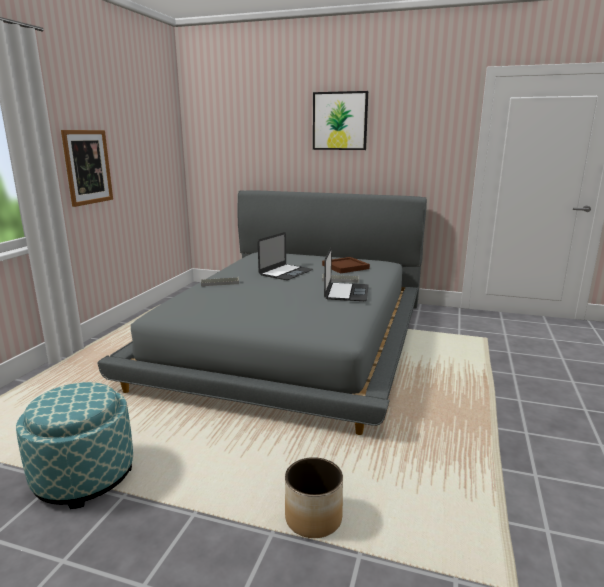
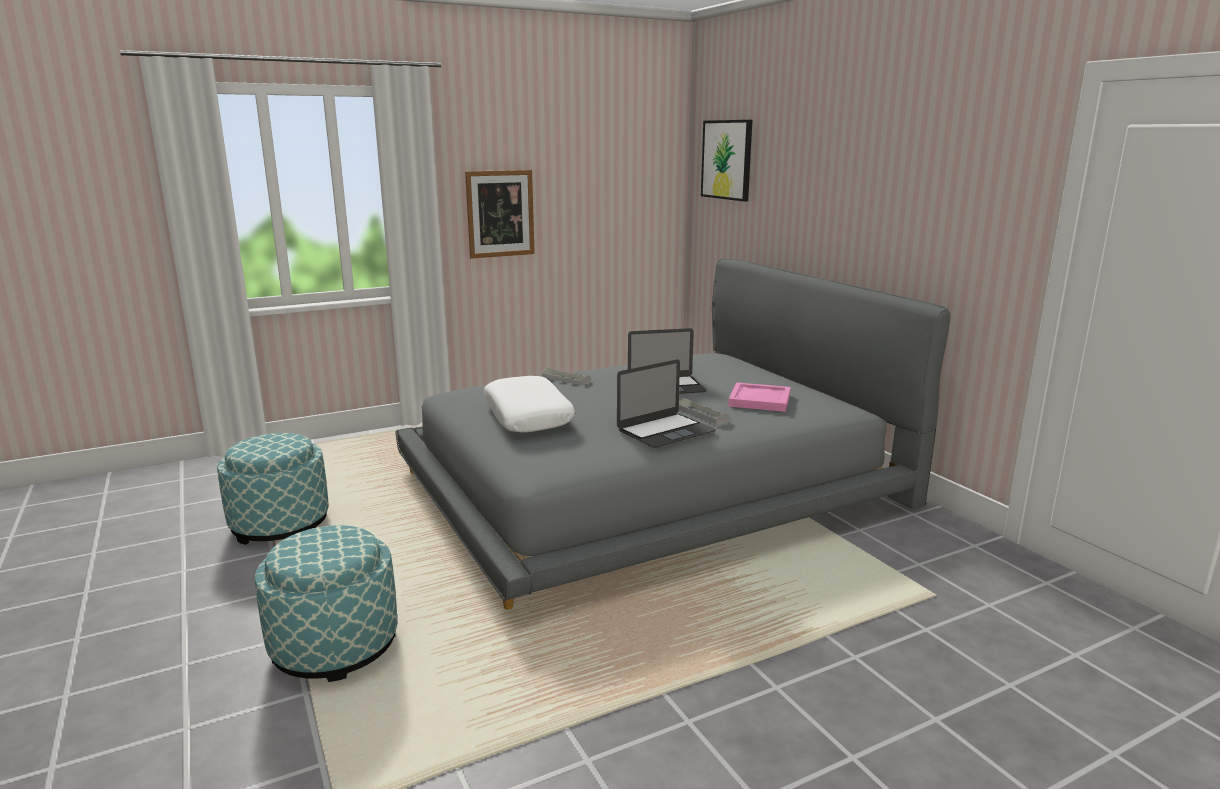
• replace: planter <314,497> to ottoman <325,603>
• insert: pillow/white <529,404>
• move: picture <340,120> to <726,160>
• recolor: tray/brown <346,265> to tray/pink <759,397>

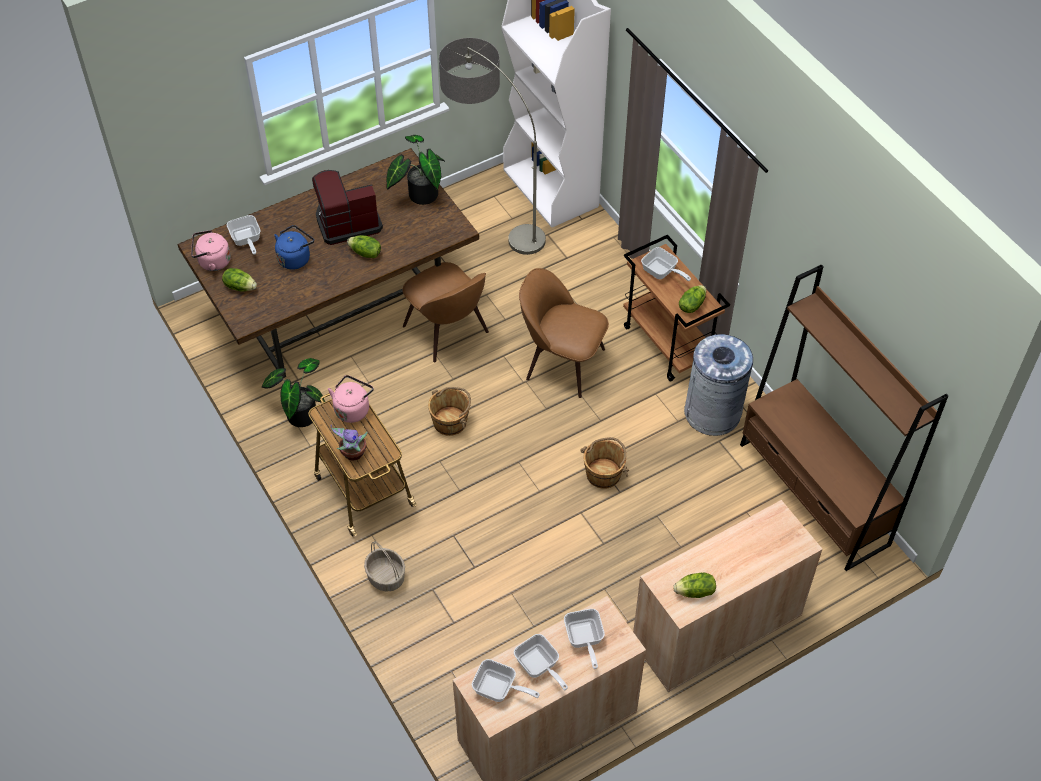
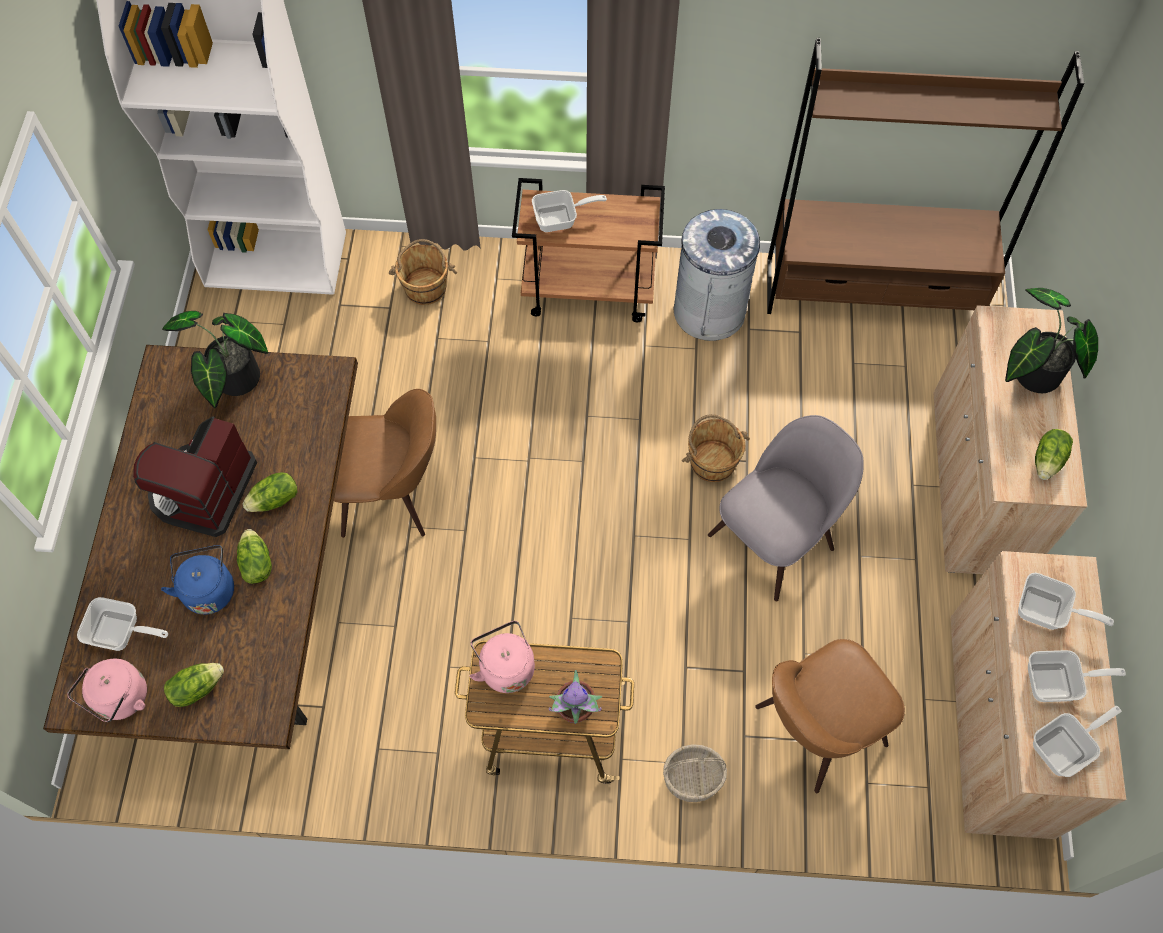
• move: lettuce <692,299> to <254,556>
• move: bucket/brown <449,411> to <423,272>
• insert: chair/grey <786,508>
• move: chair/brown <564,333> to <830,716>
• move: potted plant <293,392> to <1051,340>
• delete: floor lamp <492,146>

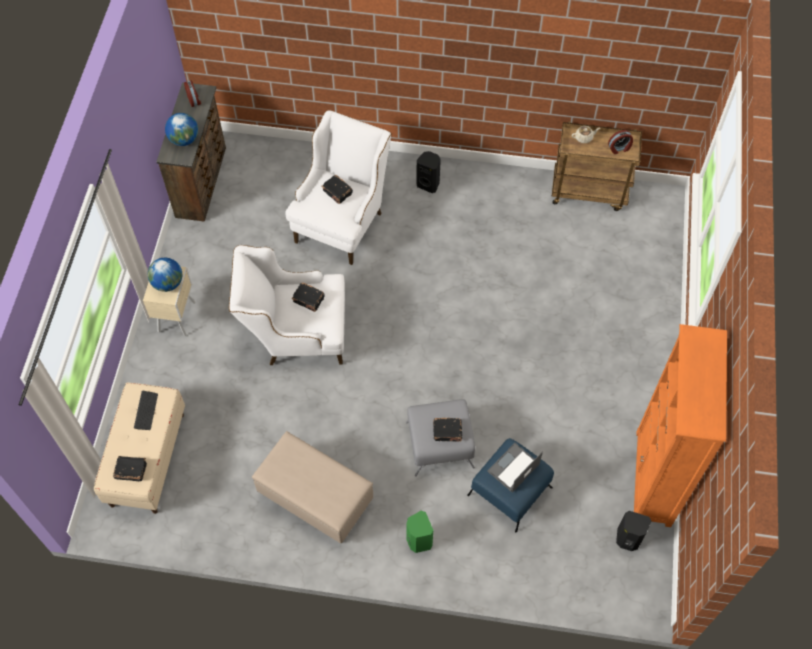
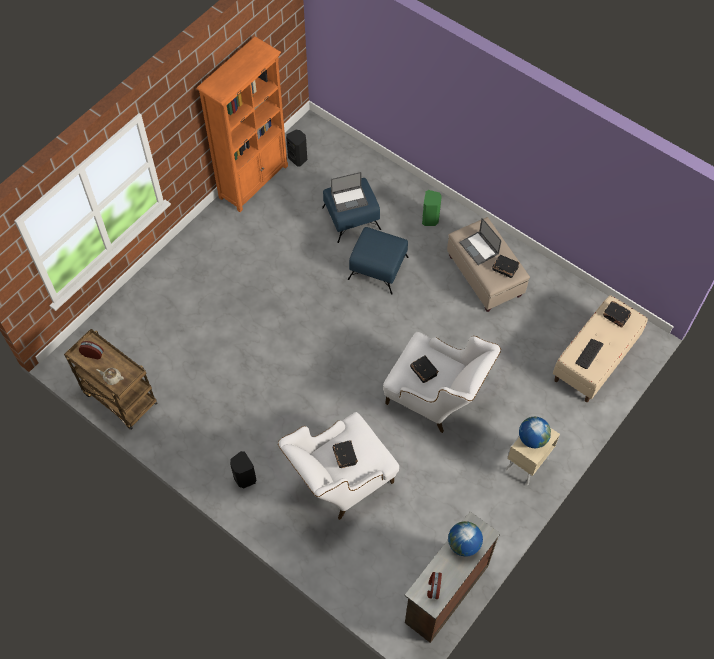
• recolor: ottoman/grey <440,438> to ottoman/blue <378,260>
• insert: laptop <480,241>
• move: book/black <448,429> to <505,266>

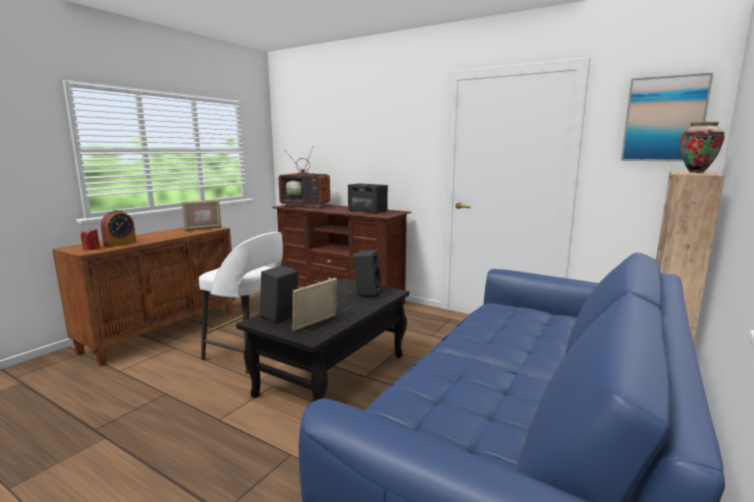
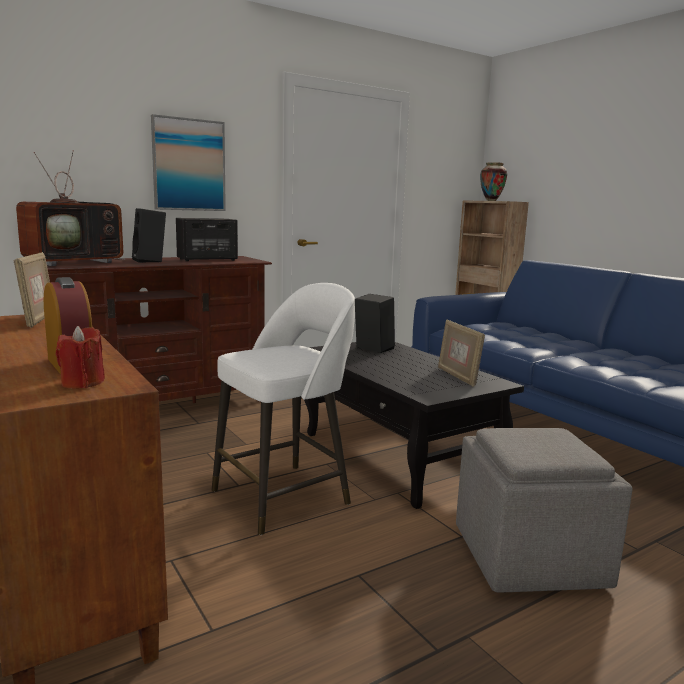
• move: speaker/black <279,294> to <149,235>
• move: picture <667,117> to <188,162>
• insert: ottoman/grey <544,510>

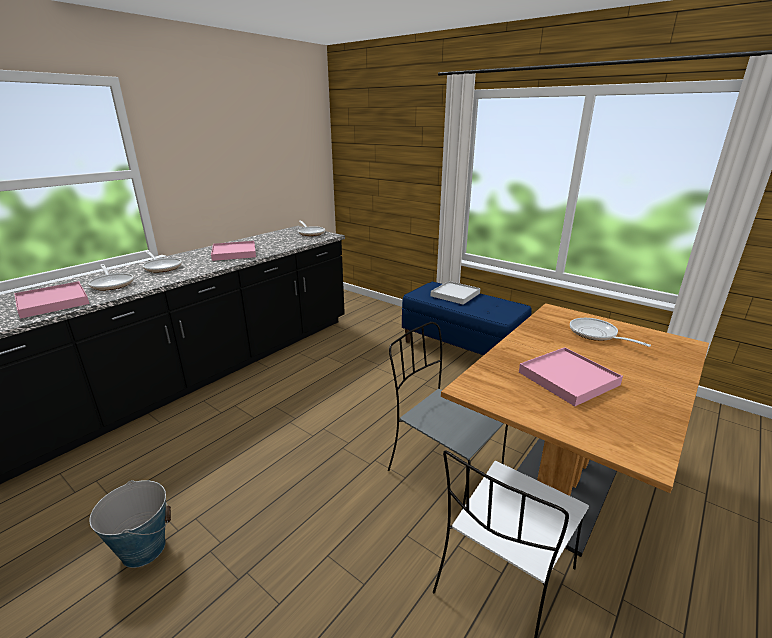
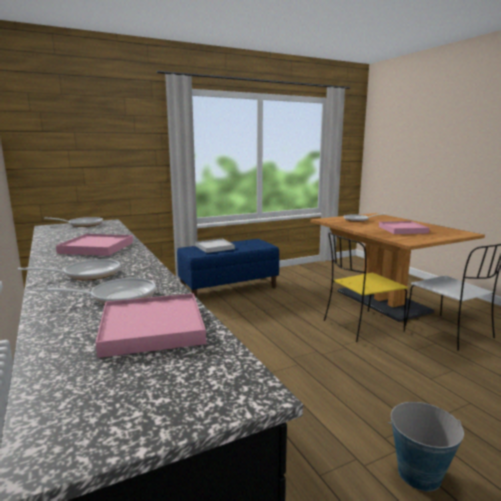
• recolor: chair/grey <448,415> to chair/yellow <366,287>

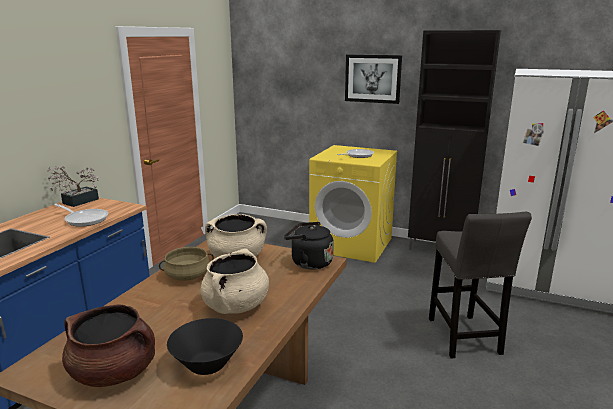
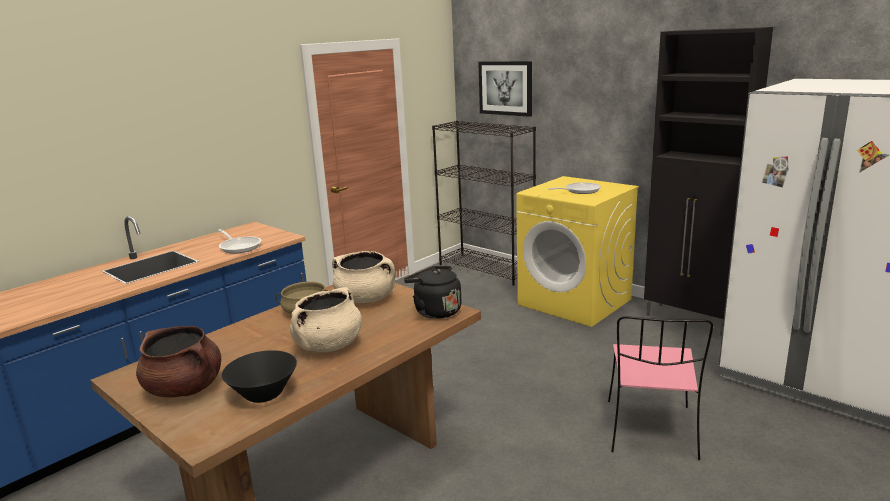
• insert: bookcase/black <484,203>
• move: picture <373,79> to <505,89>
• replace: stool/grey <480,285> to chair/pink <660,388>
• delete: potted plant <73,186>

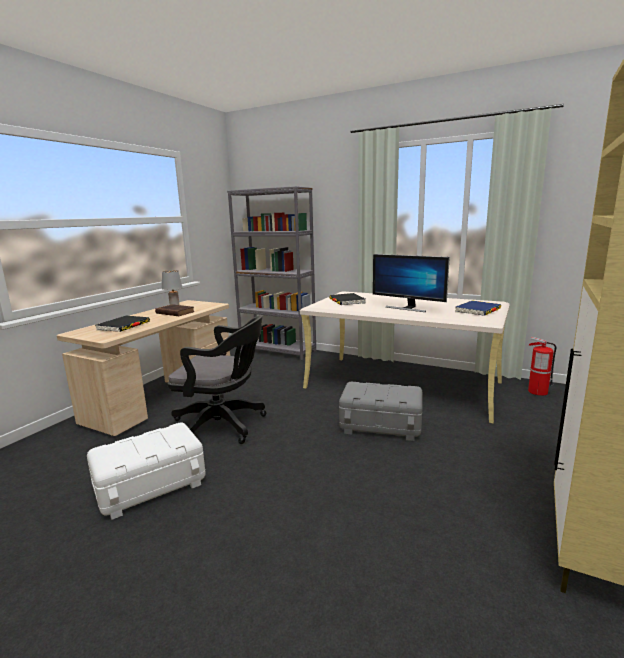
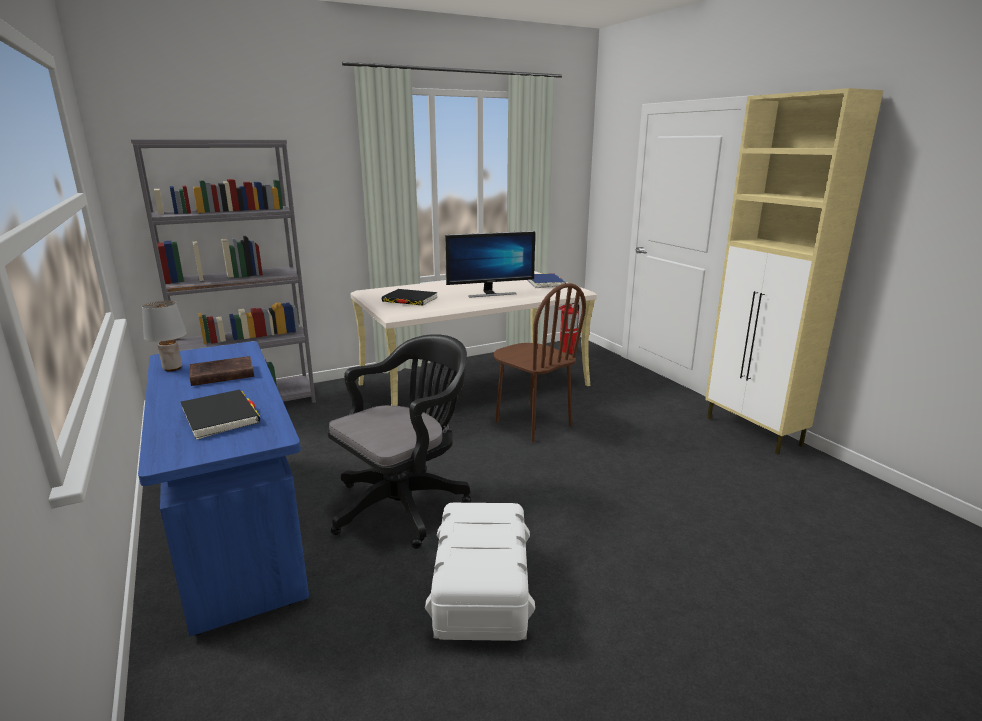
• recolor: desk/beige <143,368> to desk/blue <223,489>
• replace: storage box/grey <381,411> to chair/brown <540,363>

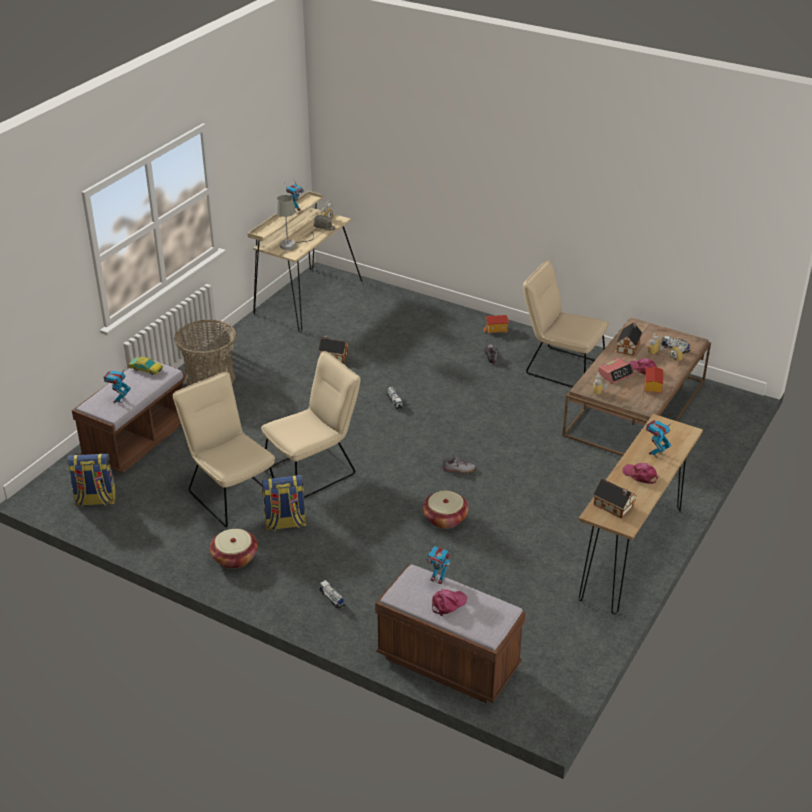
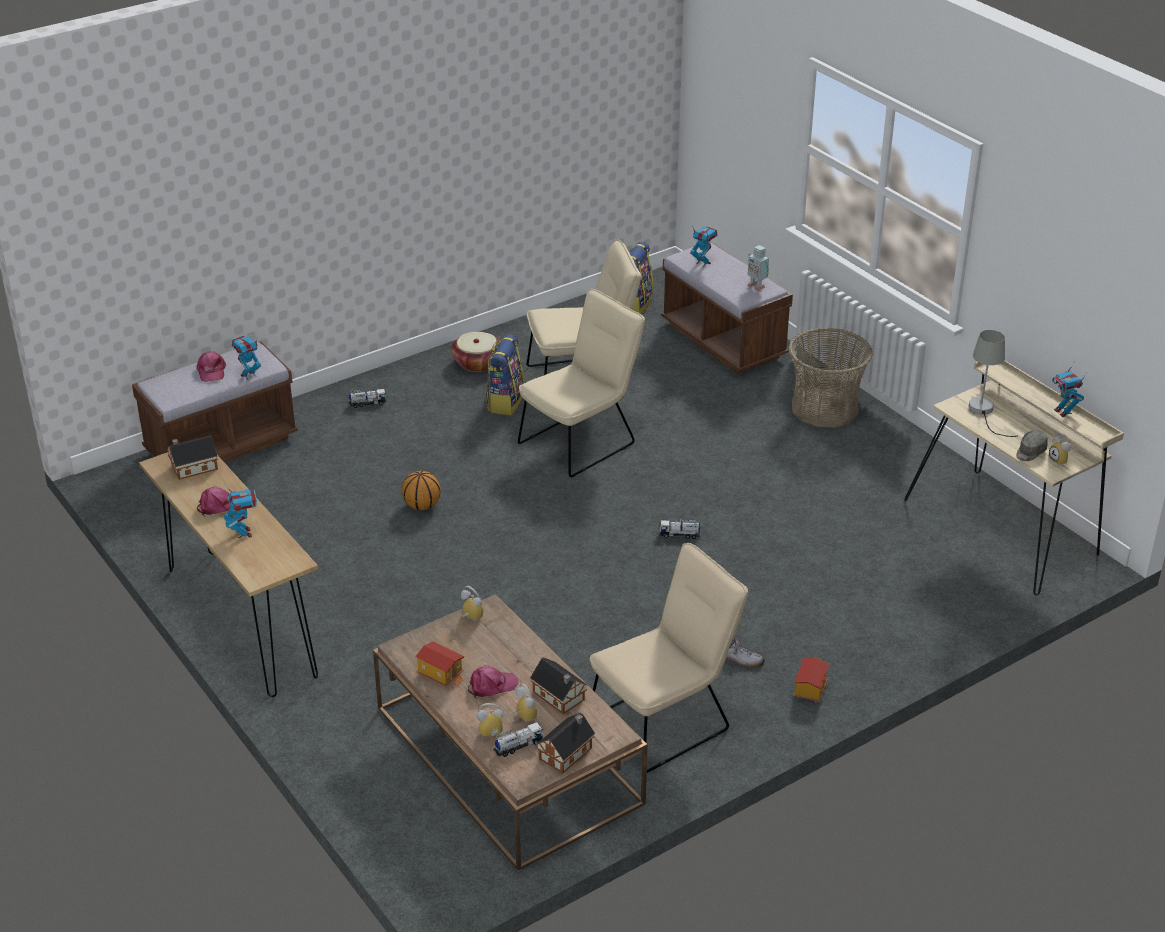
• replace: basket <446,510> to basketball <421,490>
• rotate: chair/beige <311,424> = <581,383> 120 degrees counterclockwise
• move: toy house <333,349> to <565,743>
• replace: toy car <145,366> to toy robot <758,268>
• delete: shoe <459,464>
• delete: alarm clock <616,371>

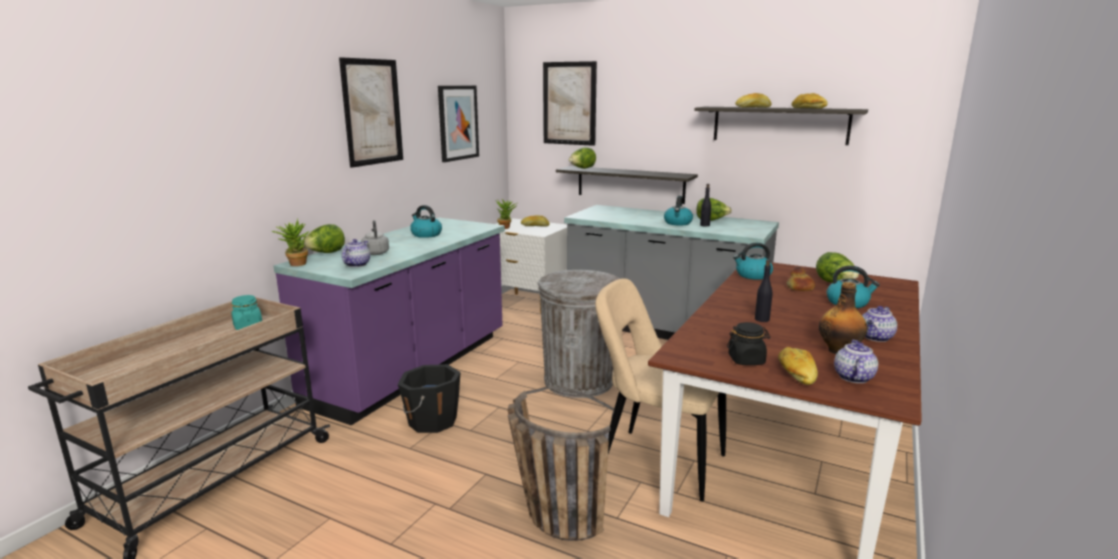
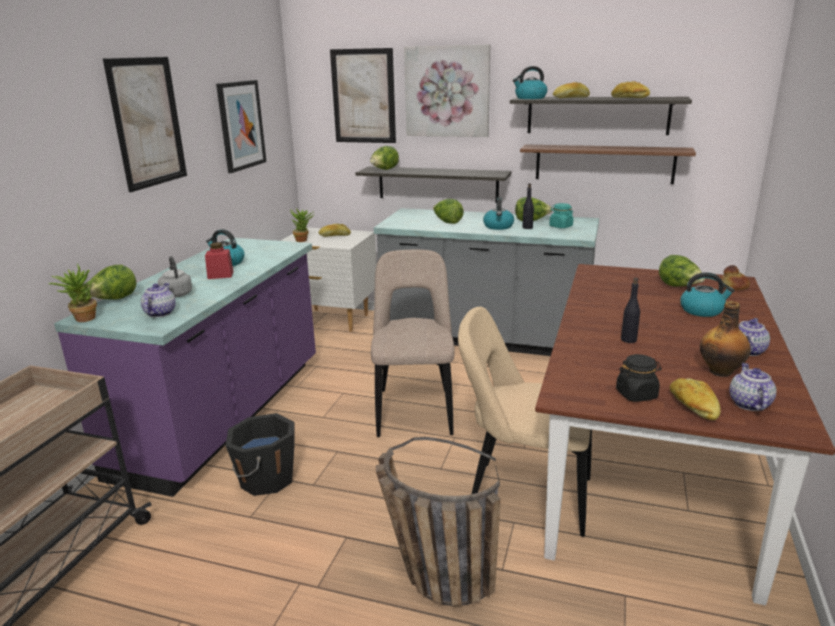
• insert: jar/red <219,260>
• replace: trash can/grey <578,334> to chair/beige <413,343>
• insert: picture <447,90>
• insert: lettuce <448,211>
• move: kettle <753,261> to <530,82>
• insert: shelf/brown <608,164>
• move: jar/turquoise <246,312> to <561,215>
• move: bread <801,279> to <735,277>

